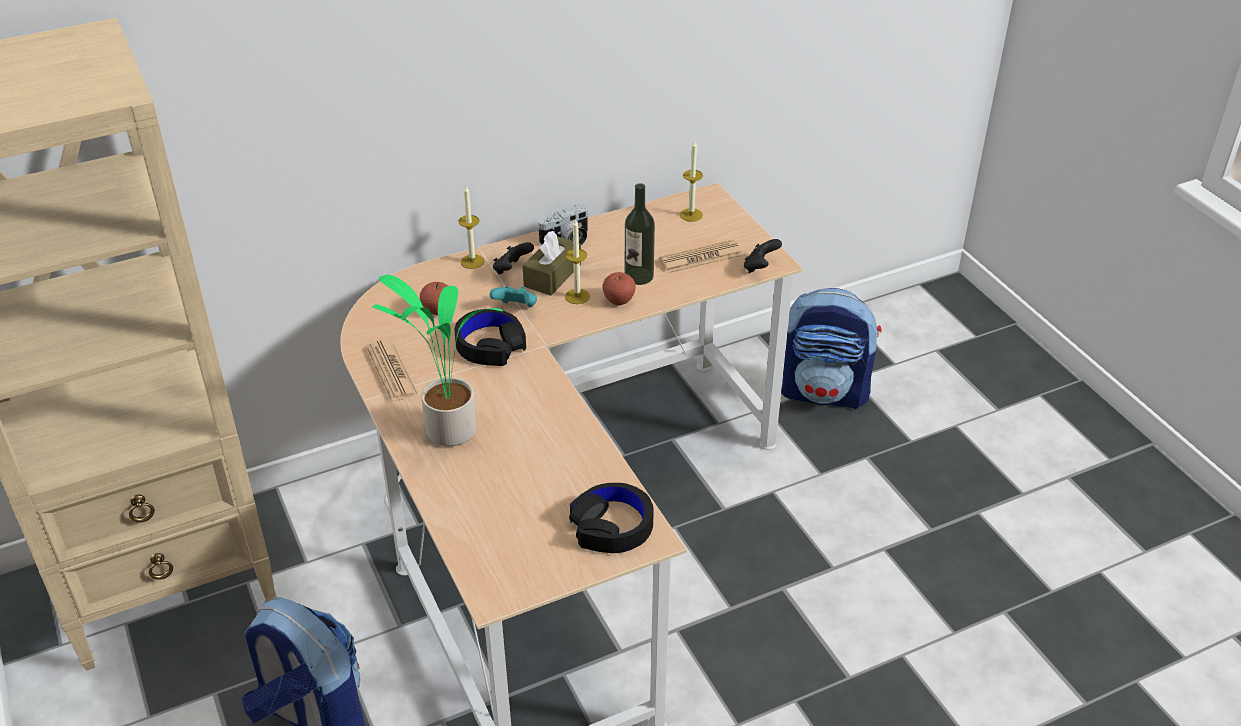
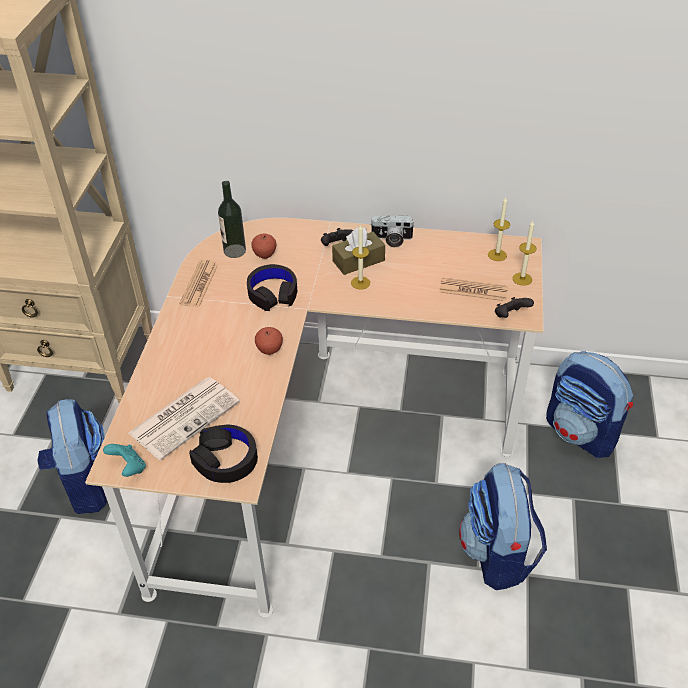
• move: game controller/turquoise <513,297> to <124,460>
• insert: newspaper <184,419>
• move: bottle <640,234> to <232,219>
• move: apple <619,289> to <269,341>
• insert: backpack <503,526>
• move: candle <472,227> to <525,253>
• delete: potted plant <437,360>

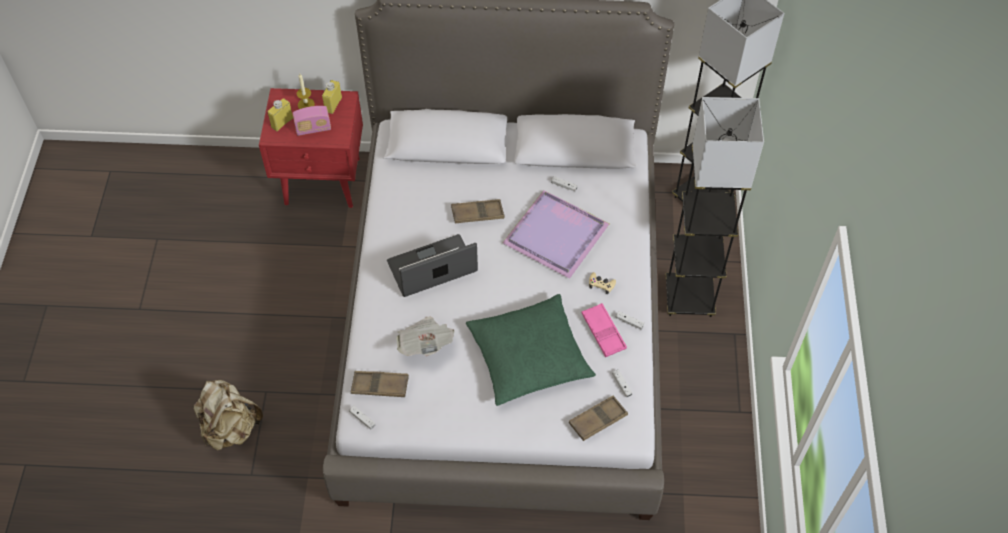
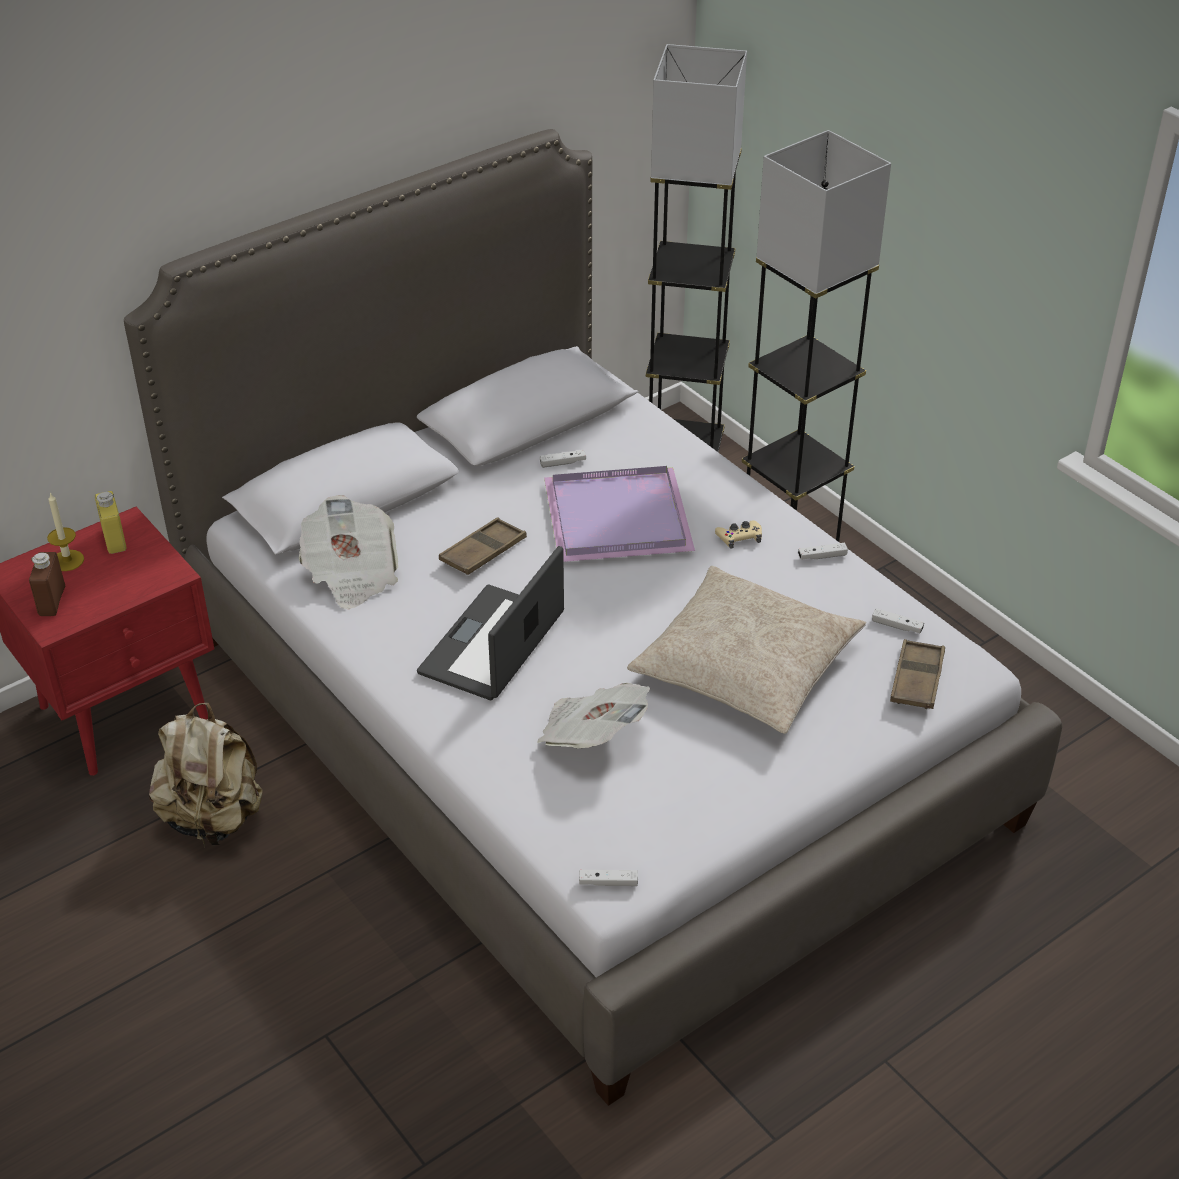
• recolor: bottle/yellow <280,114> to bottle/brown <47,584>
• move: backpack/beige <228,415> to <206,774>
• insert: newspaper <348,552>
• recolor: pillow/green <531,350> to pillow/beige <746,650>
• delete: radio <312,121>
• delete: tray/brown <380,384>
• delete: tray/pink <604,330>

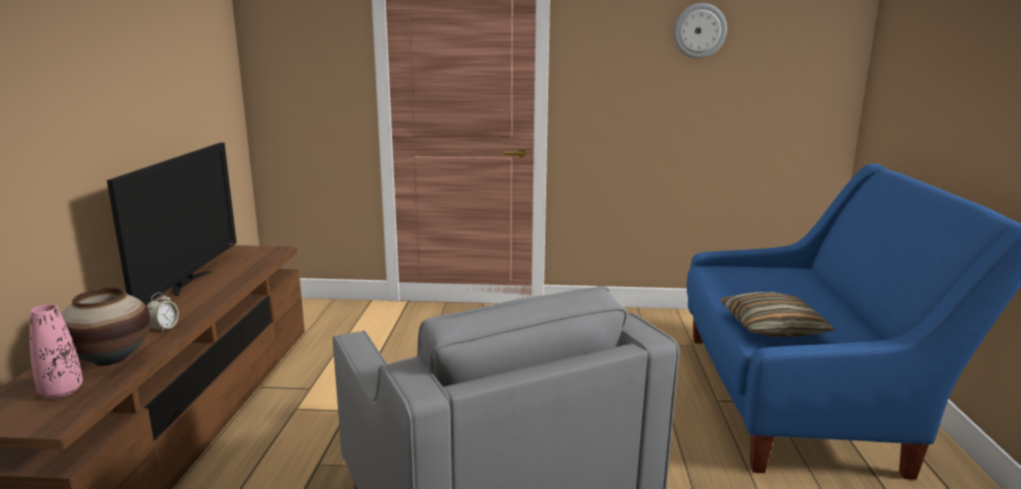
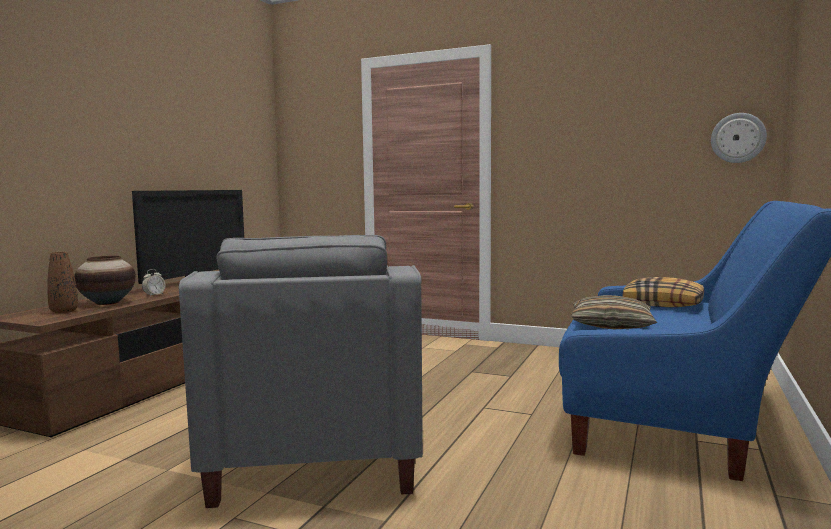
• recolor: vase/pink <56,351> to vase/brown <62,282>
• insert: pillow <663,292>
• move: wall clock <700,31> to <739,138>

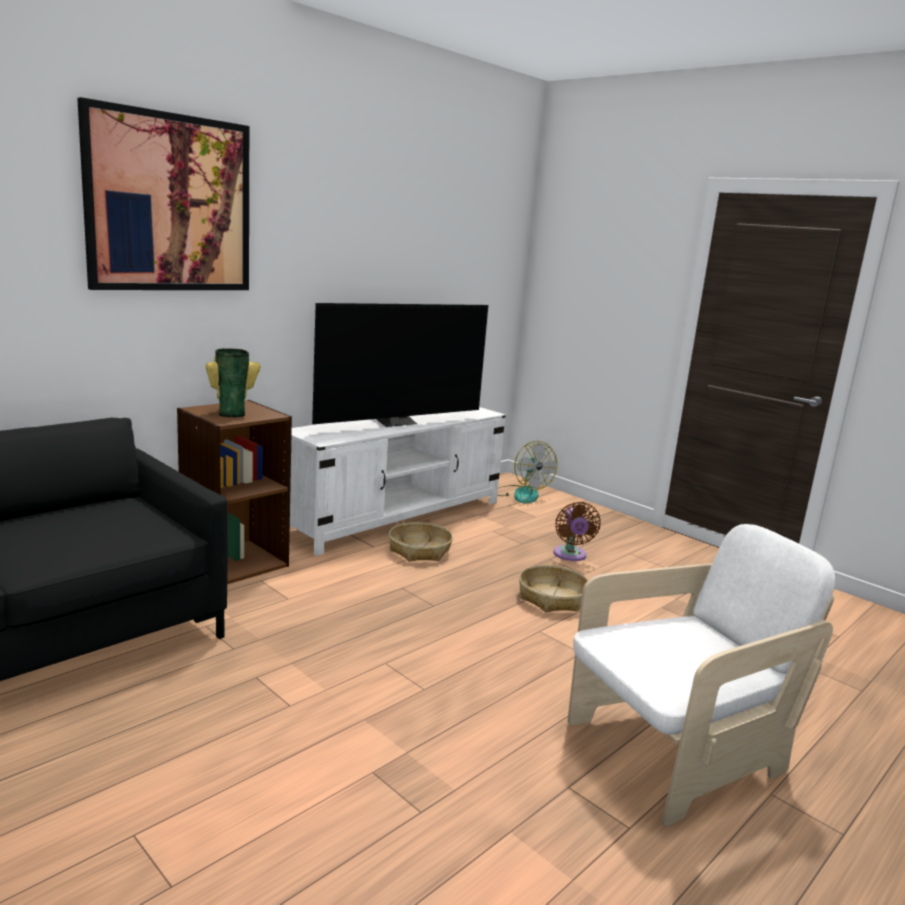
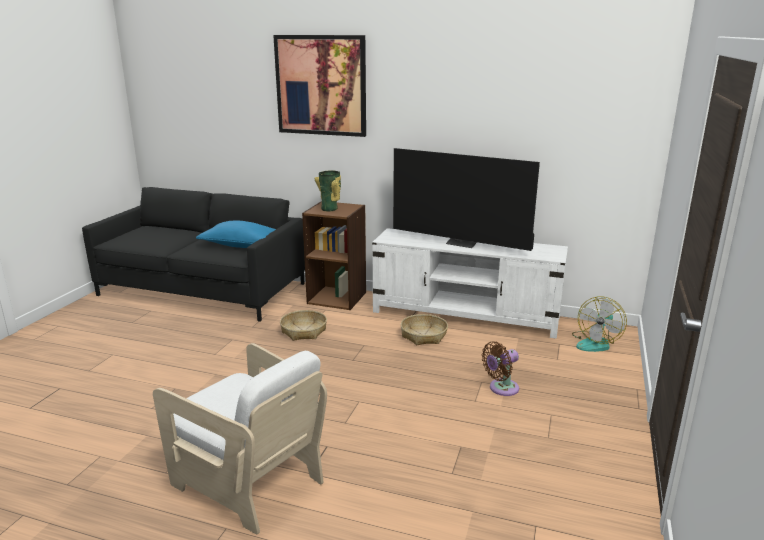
• insert: pillow/blue <236,234>
• move: basket <553,588> to <303,325>

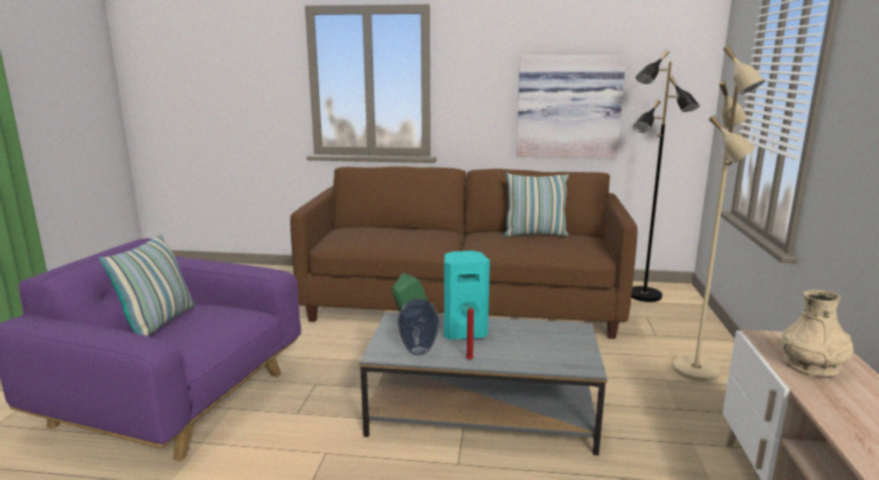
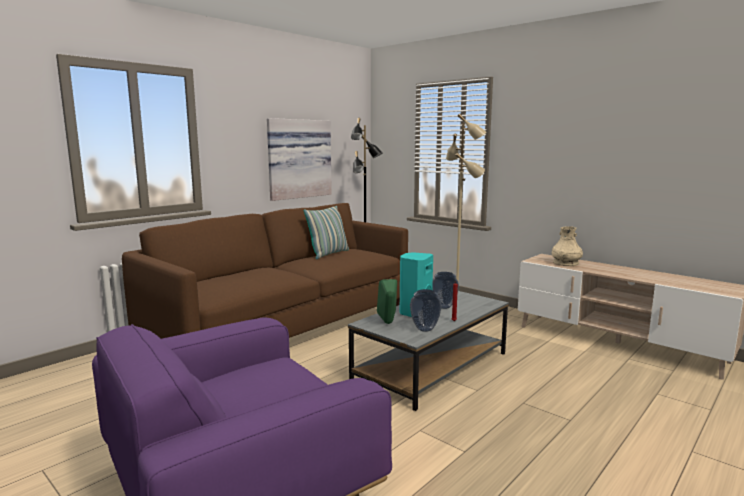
• insert: vase <445,290>
• delete: pillow <147,284>

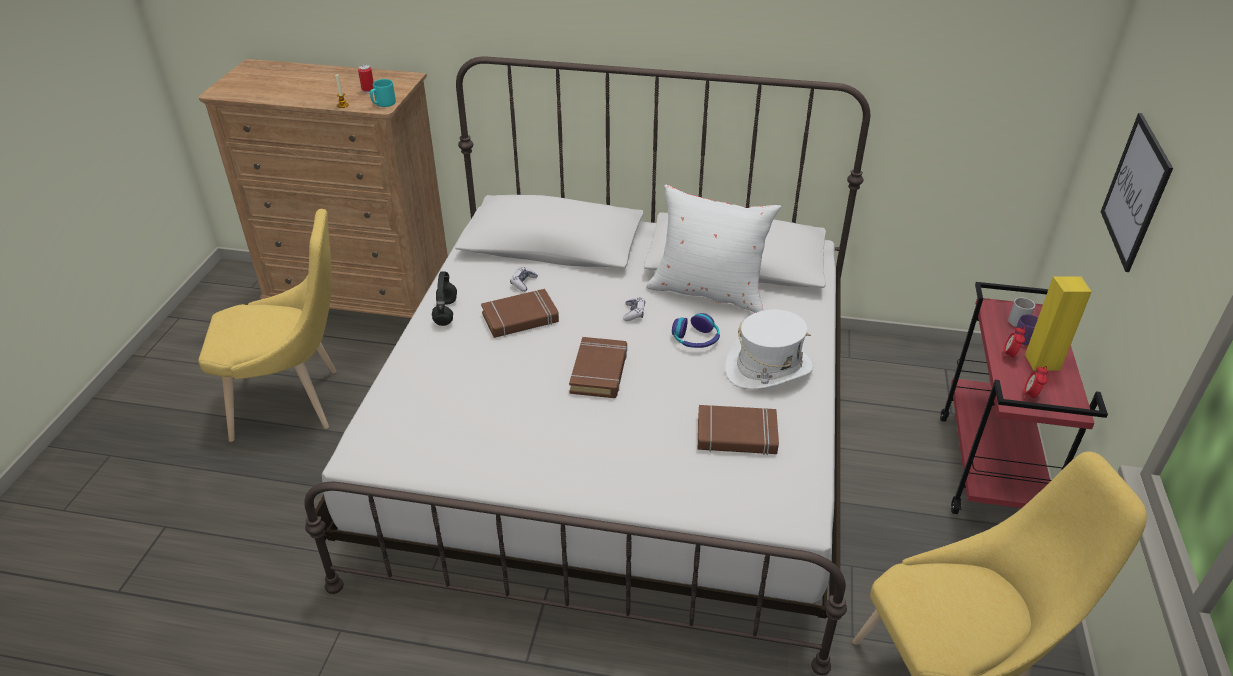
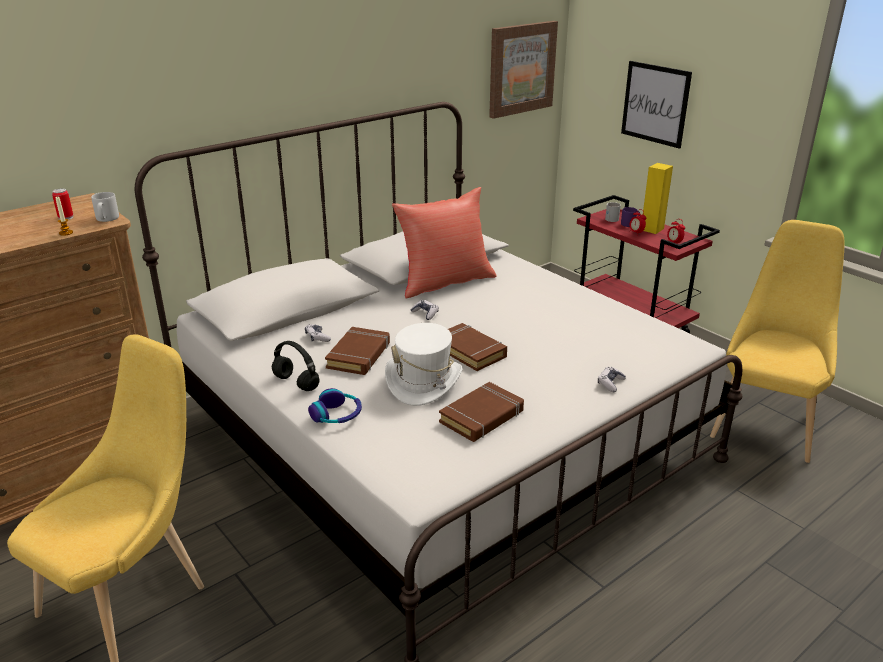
• recolor: mug/turquoise <383,93> to mug/grey <105,207>
• move: headphones <696,330> to <335,405>
• move: hat/white <769,349> to <423,364>
• recolor: pillow/white <713,249> to pillow/red <444,243>
• move: book/brown <738,430> to <481,412>
• insert: picture <523,70>
• insert: game controller <612,379>

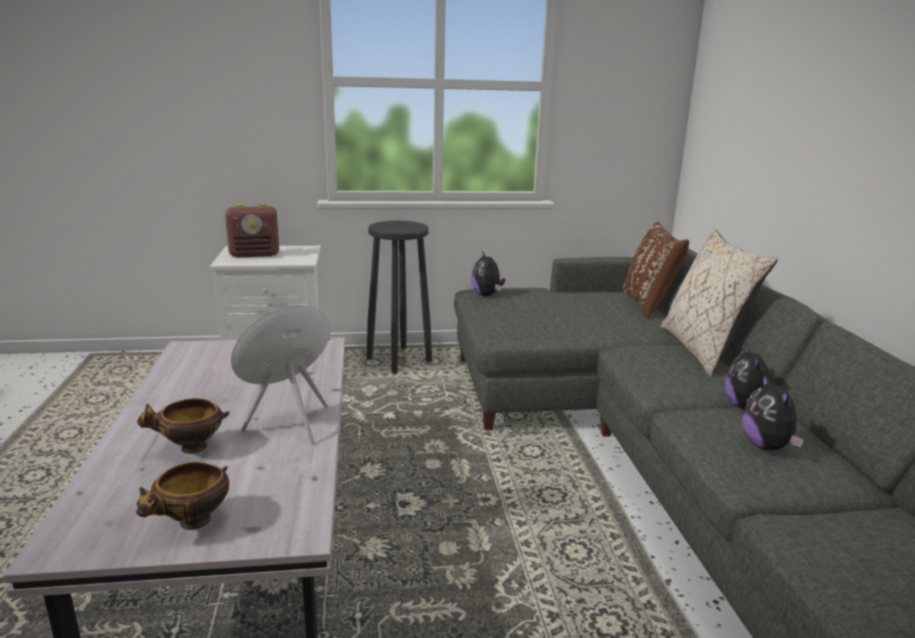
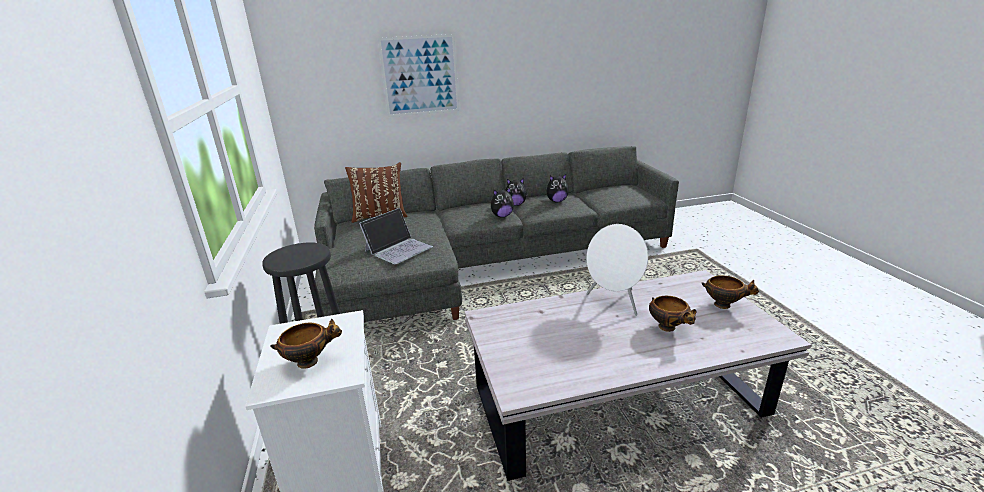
• replace: radio <252,230> to bowl <306,344>
• insert: laptop <396,236>
• insert: picture <419,75>
• move: plush toy <488,273> to <502,203>
• delete: pillow/beige <719,303>

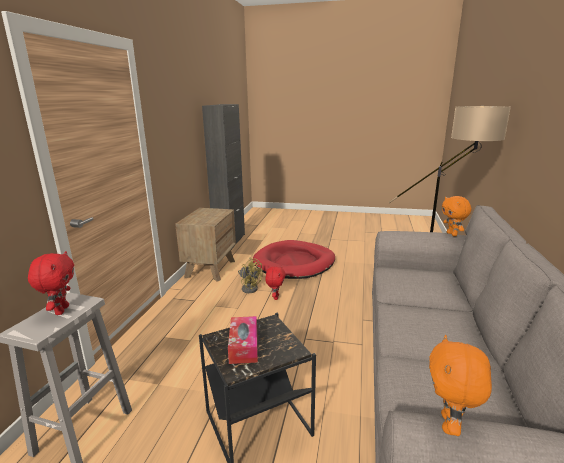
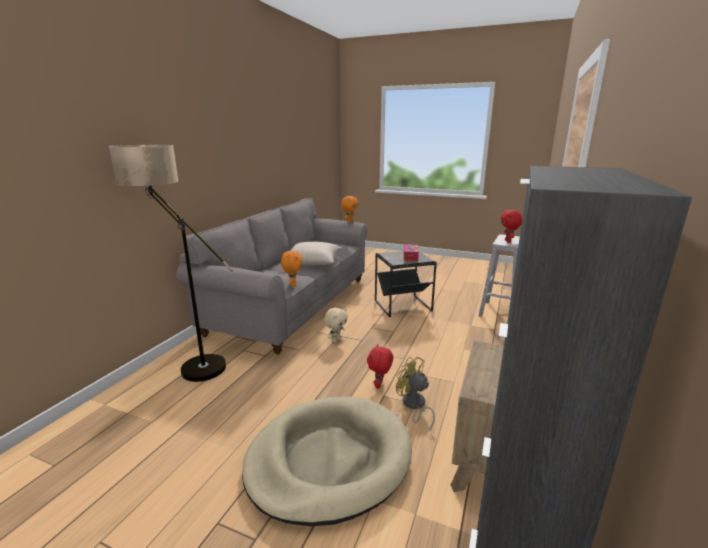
• recolor: dog bed/red <294,259> to dog bed/beige <327,461>
• move: plush toy/orange <456,216> to <292,268>
• insert: pillow/beige <315,253>
• insert: plush toy/beige <336,325>

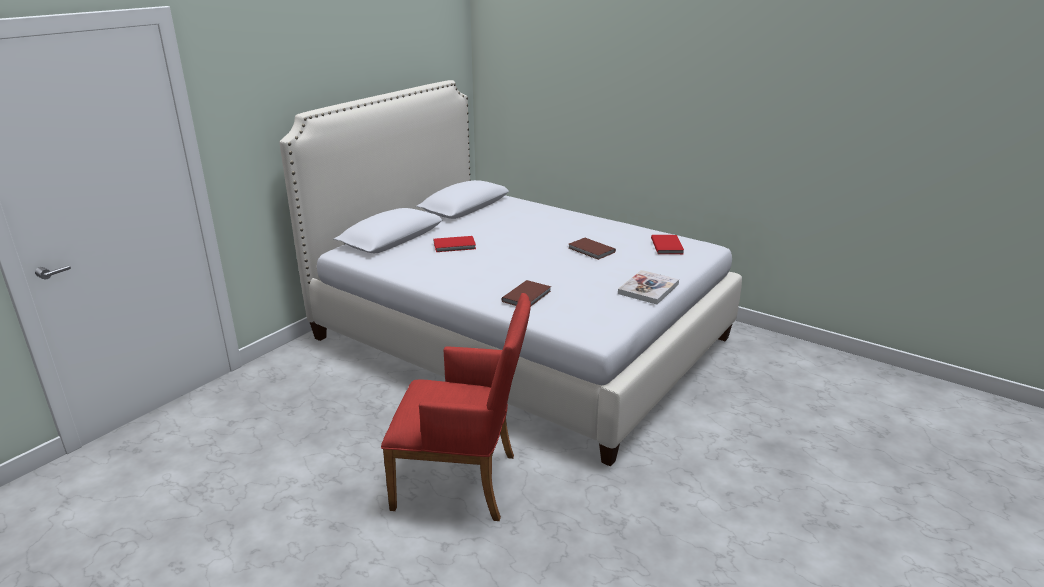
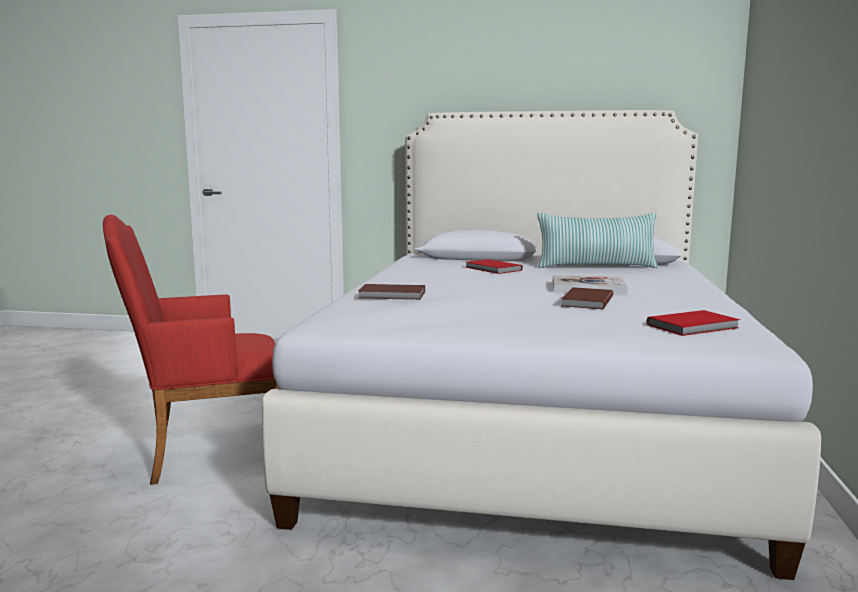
• rotate: armchair/red <456,407> = <191,349> 90 degrees clockwise
• insert: pillow <597,240>
• move: book <648,287> to <590,284>

